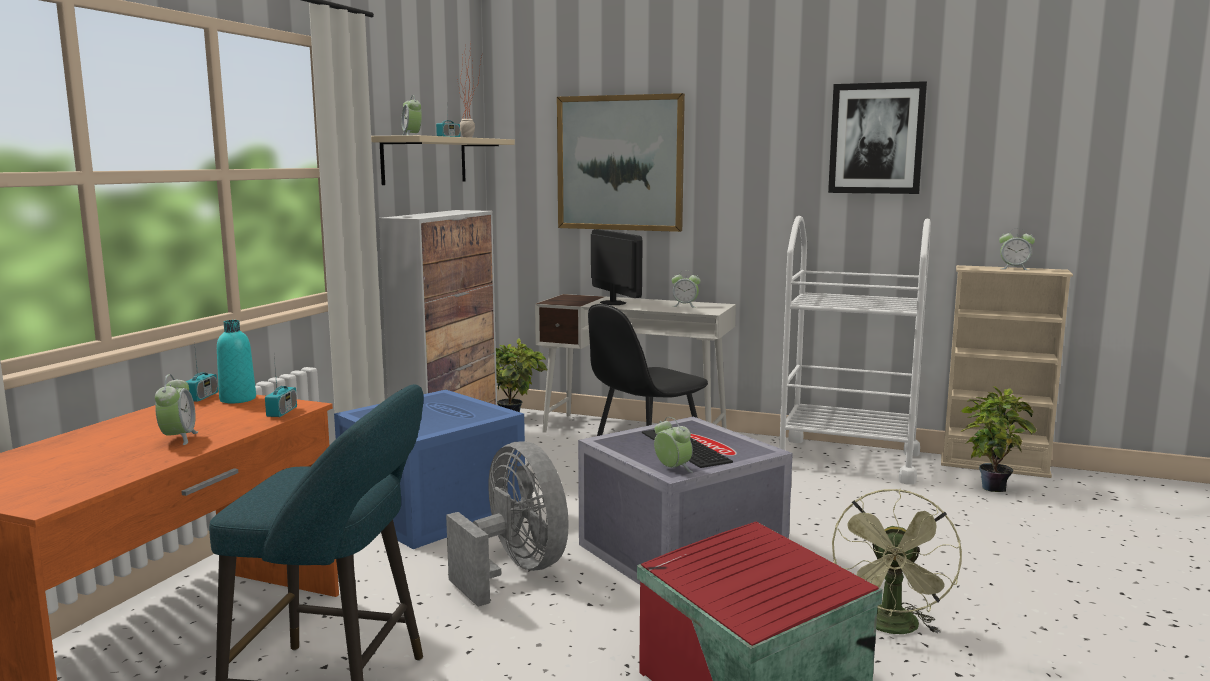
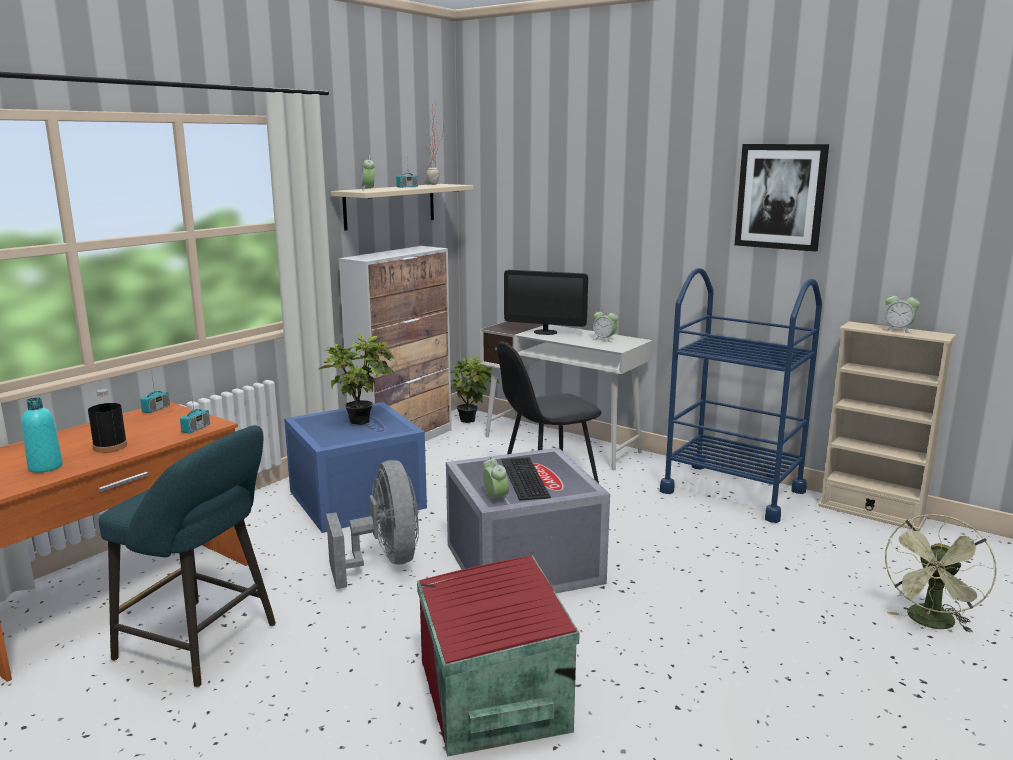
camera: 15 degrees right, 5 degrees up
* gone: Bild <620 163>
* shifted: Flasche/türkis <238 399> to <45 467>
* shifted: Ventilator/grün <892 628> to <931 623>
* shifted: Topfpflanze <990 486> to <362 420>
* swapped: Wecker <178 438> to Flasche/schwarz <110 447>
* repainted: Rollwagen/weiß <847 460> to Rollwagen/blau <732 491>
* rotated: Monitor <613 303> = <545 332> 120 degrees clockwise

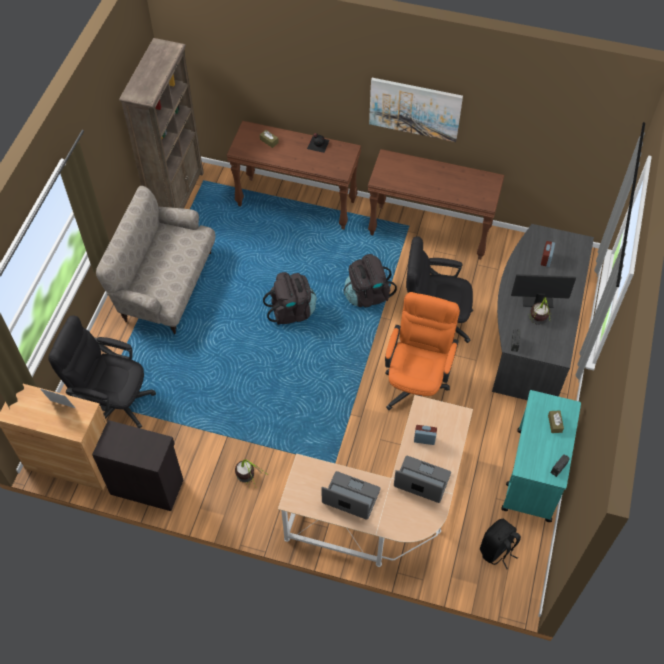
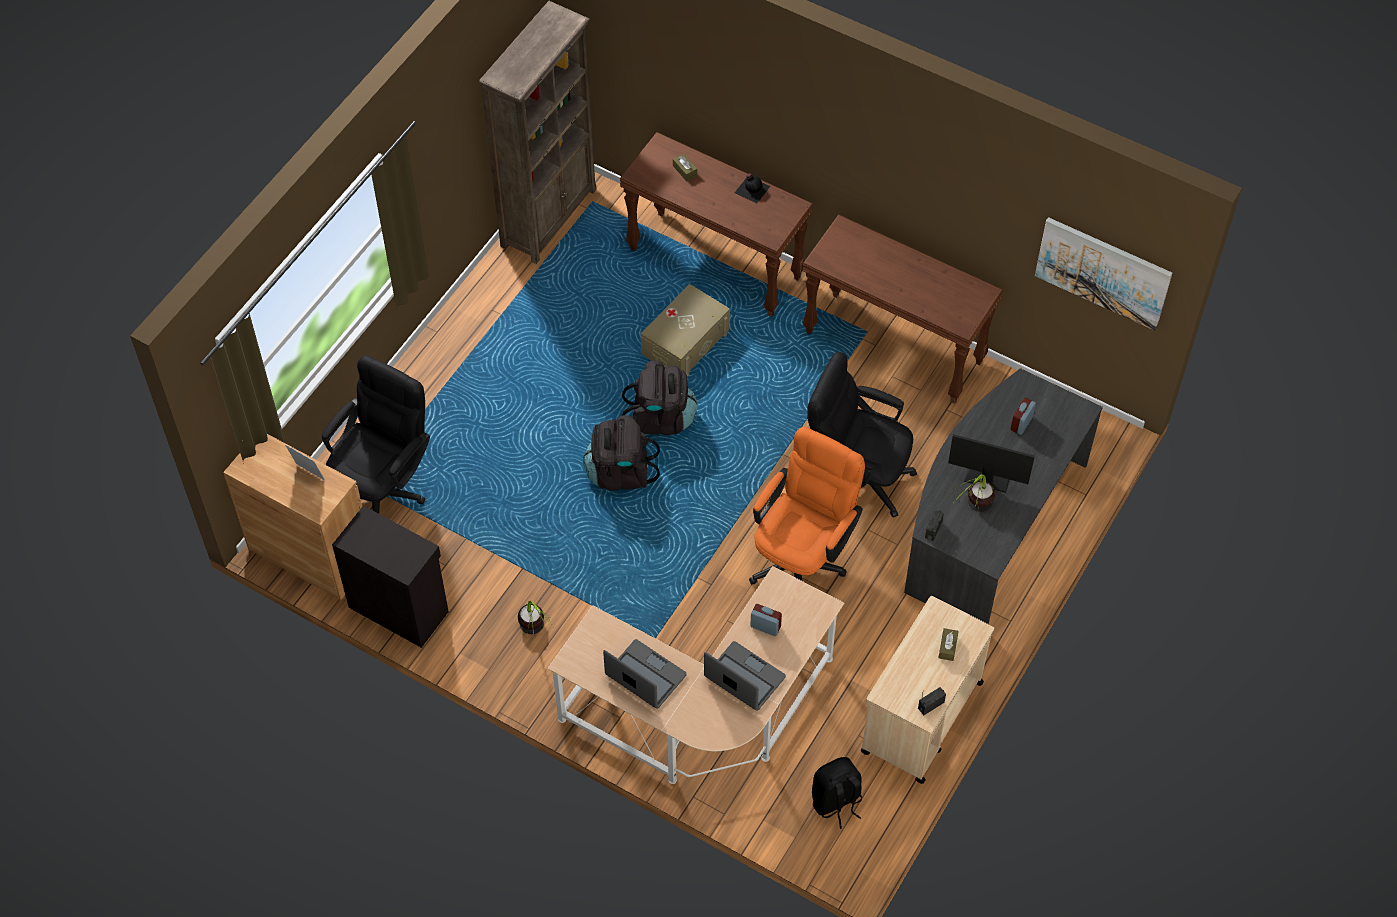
camera: 15 degrees right, 0 degrees up
* gone: Sofa/beige <166 286>
* new: Aufbewahrungsbox/beige <685 342>
* shifted: Rucksack/schwarz <367 295> to <620 473>
* shifted: Bild <415 109> to <1103 272>
* repainted: Rollwagen/türkis <533 475> to Rollwagen/beige <921 718>
* rotated: Bürostuhl/schwarz <113 401> = <384 486> 90 degrees clockwise

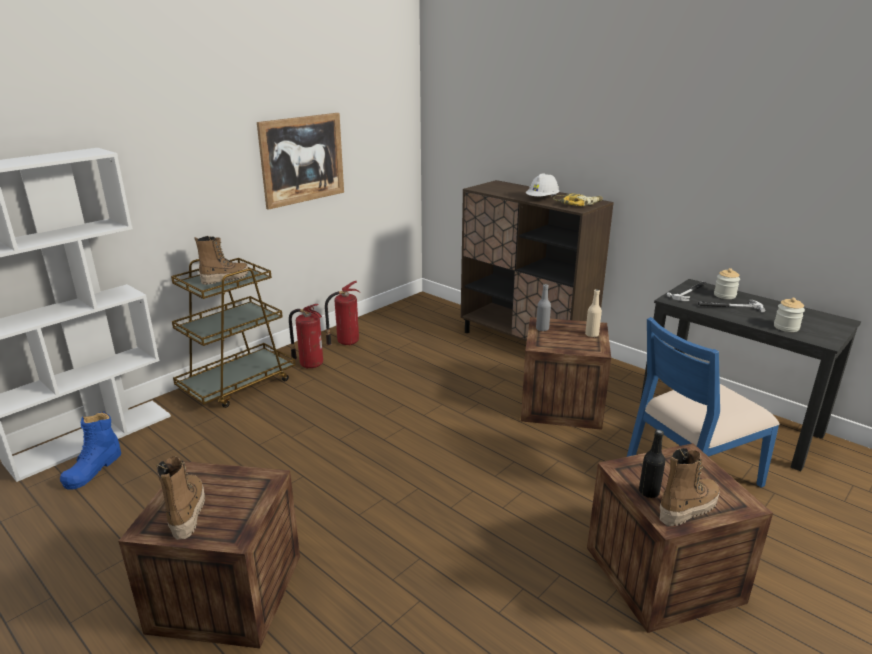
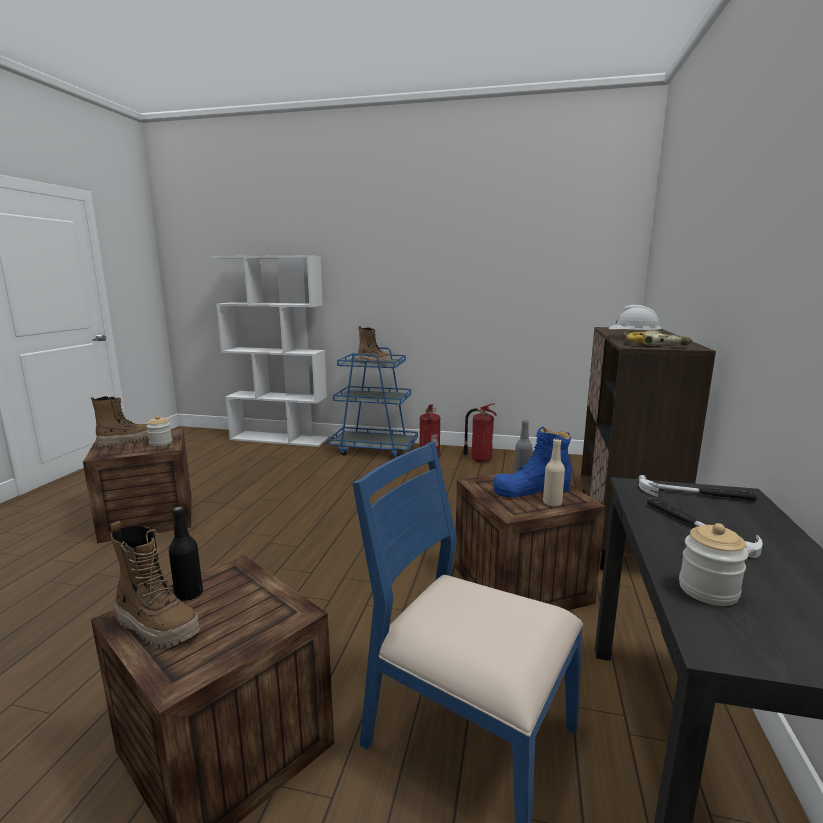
camera: 60 degrees right, 10 degrees down
* gone: Bild <302 159>
* shifted: Stiefel/blau <93 469> to <531 490>
* shifted: Vorratsglas <724 295> to <161 443>
* repainted: Rollwagen/braun <238 384> to Rollwagen/blau <374 449>

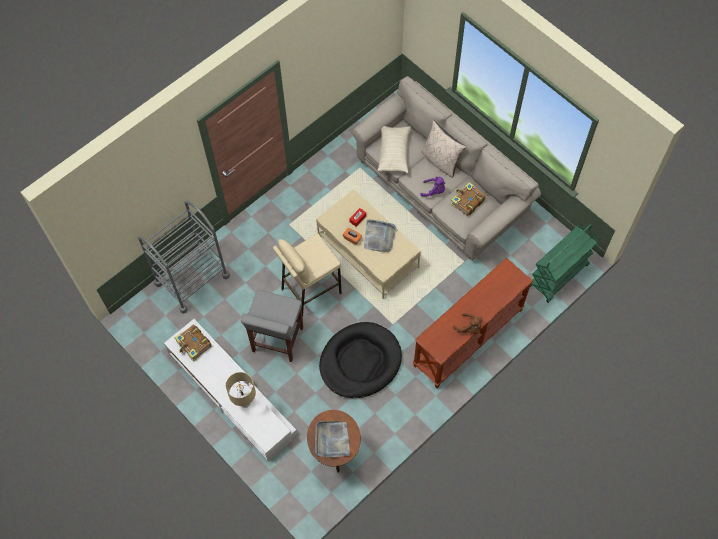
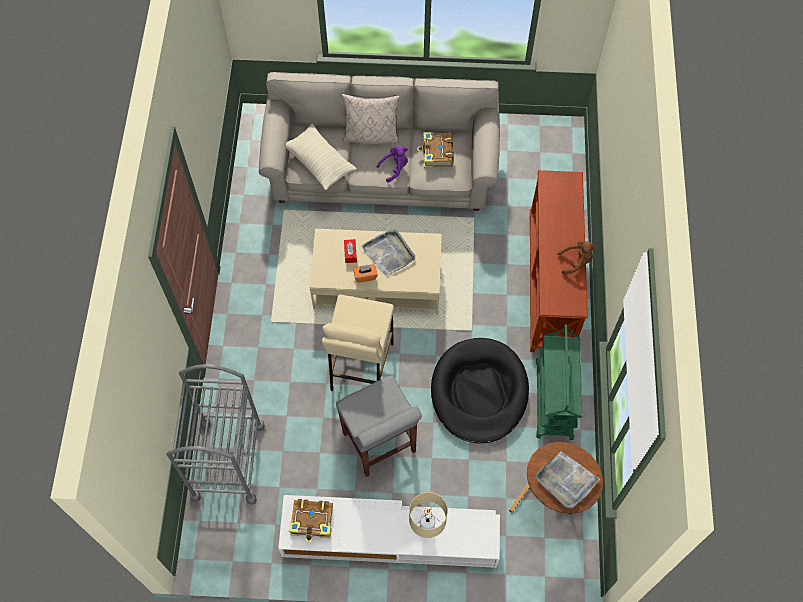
camera: 45 degrees left, 0 degrees up
* shifted: Rollwagen/grün <558 276> to <554 400>

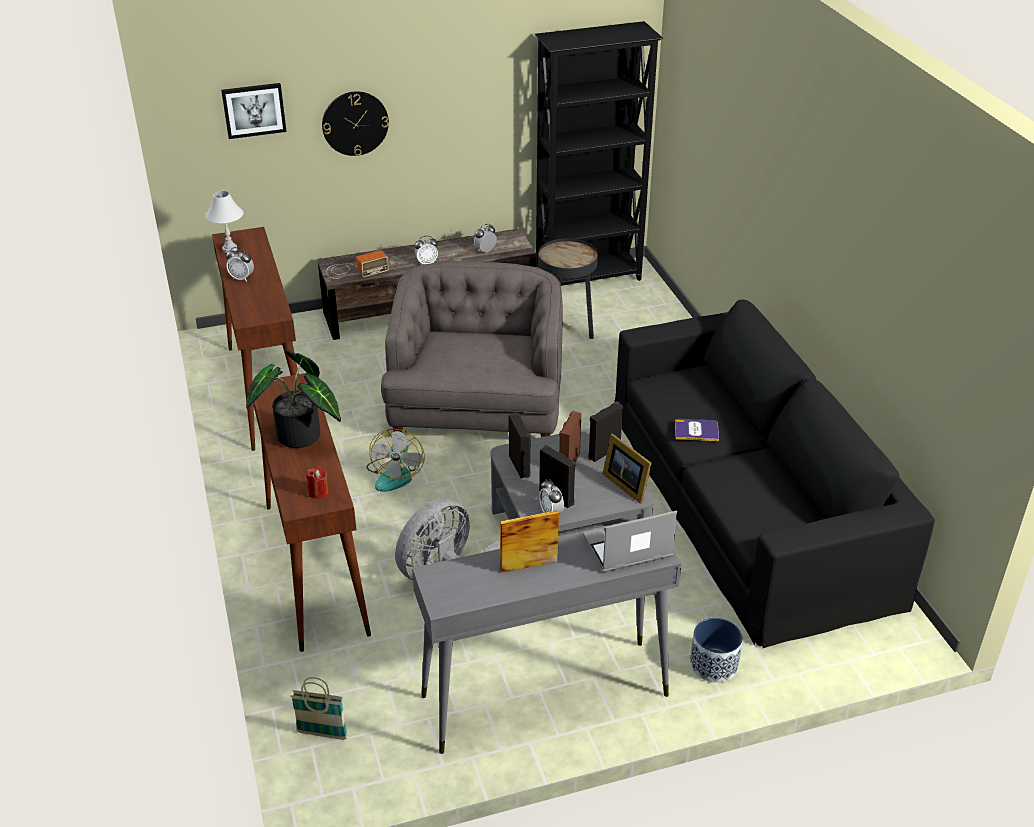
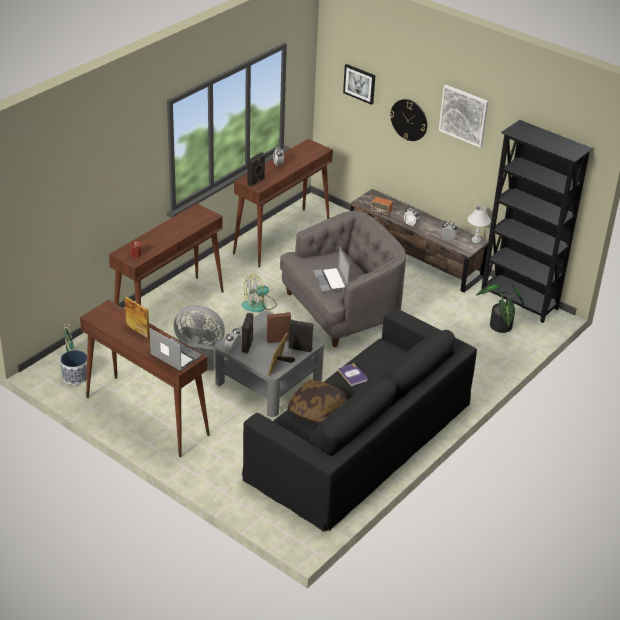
camera: 55 degrees right, 0 degrees up
* gone: Beistelltisch/schwarz <566 336>
* new: Kissen <316 409>
* new: Laptop <331 281>
* new: Bild <464 115>
* shifted: Tischlampe/weiß <230 249> to <476 240>
* shifted: Topfpflanze <300 439> to <499 328>
* shifted: Lautsprecher/schwarz <520 466> to <256 182>
* shifted: Pflanzkübel <713 664> to <75 376>
* repainted: Konsolentisch/grau <543 696> to Konsolentisch/braun <146 415>

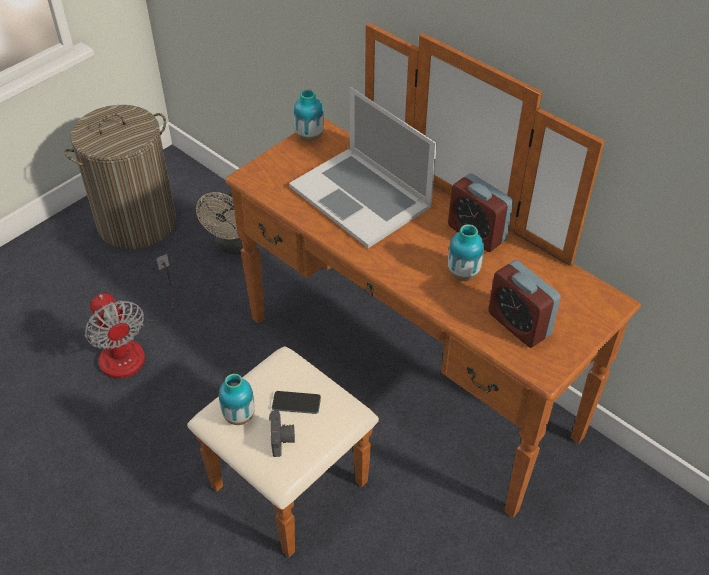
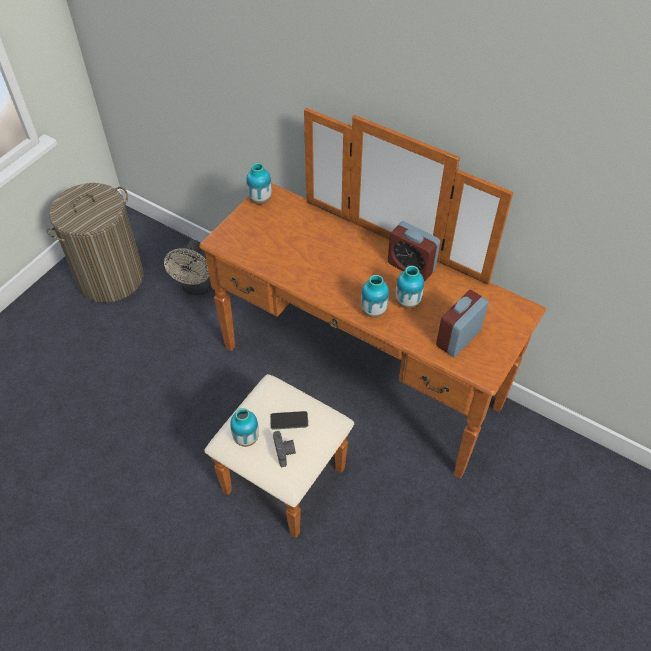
camera: 10 degrees left, 5 degrees up
* gone: Ventilator <131 347>
* gone: Laptop <360 196>
* new: Vase <373 311>
* rotated: Wecker <519 324> = <458 338> 90 degrees clockwise

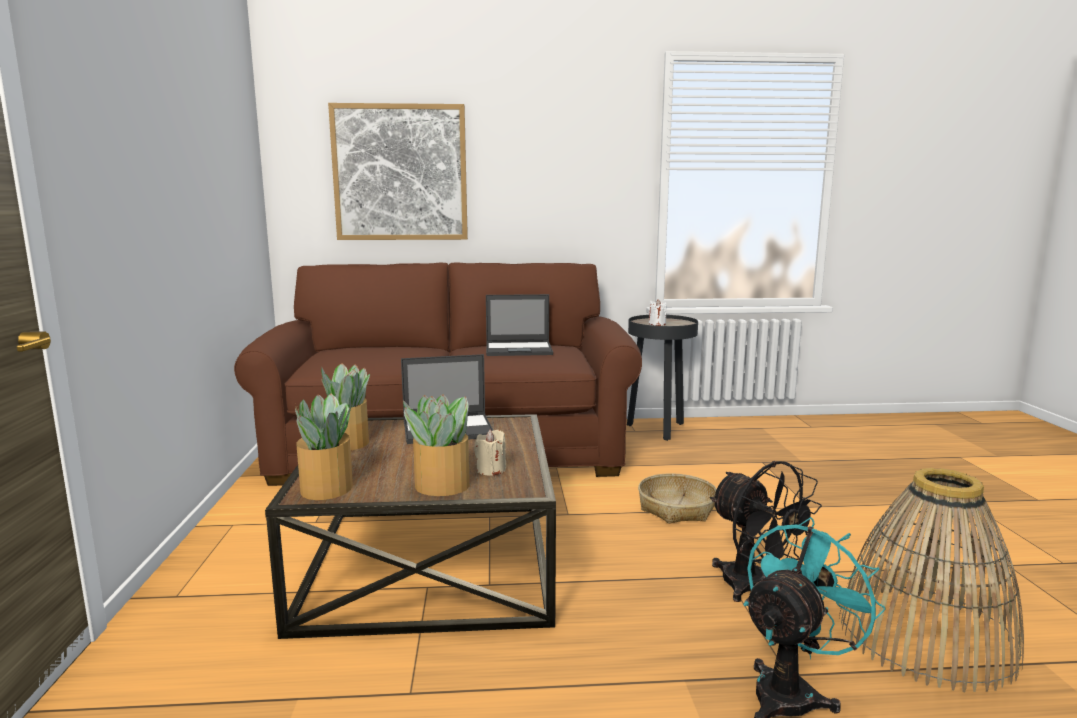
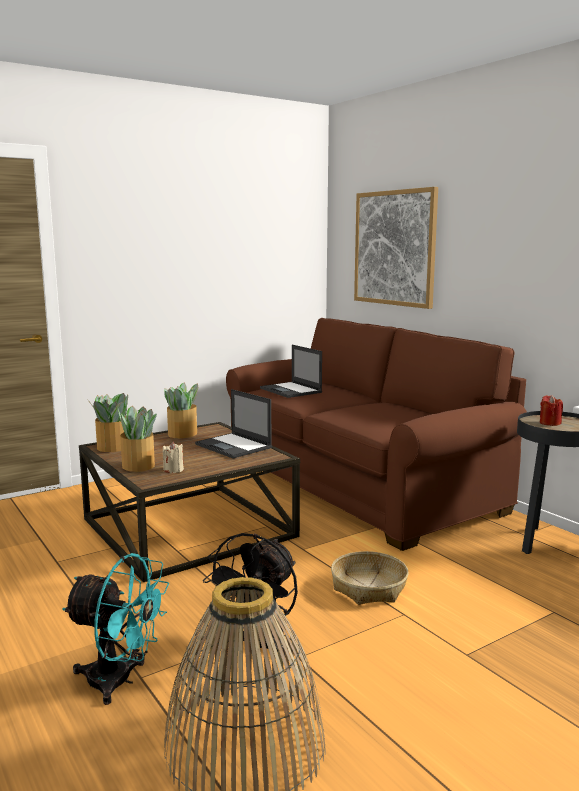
camera: 60 degrees right, 0 degrees up
* shifted: Laptop <519 349> to <291 390>
* repainted: Kerze/weiß <657 324> to Kerze/rot <550 423>

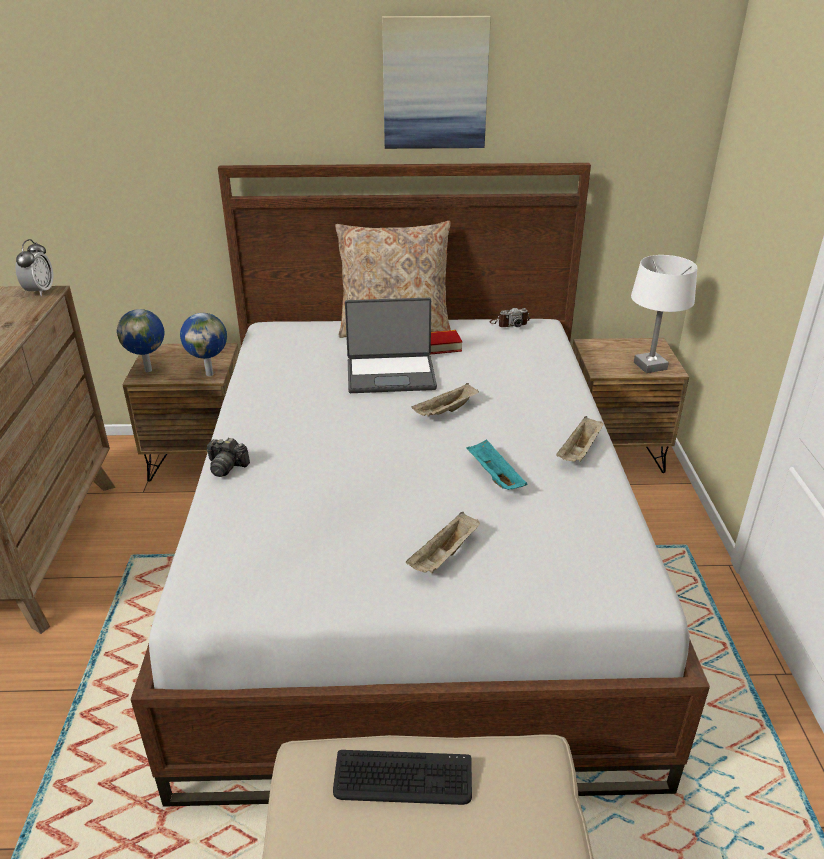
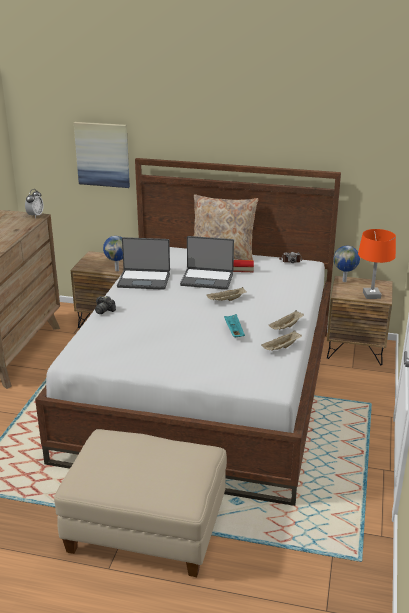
camera: 15 degrees right, 5 degrees down
* gone: Tastatur <403 779>
* new: Laptop <144 280>
* shifted: Globus <149 370> to <344 281>
* shifted: Bild <435 83> to <102 154>
* shifted: Tablett/beige <444 556> to <281 348>
* repainted: Tischlampe/weiß <650 366> to Tischlampe/orange <371 295>

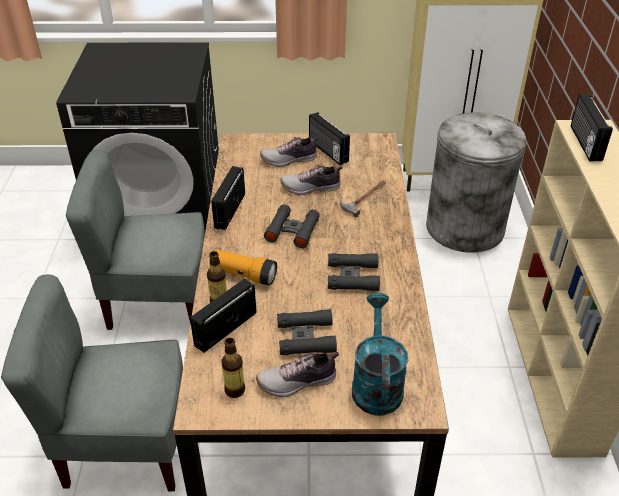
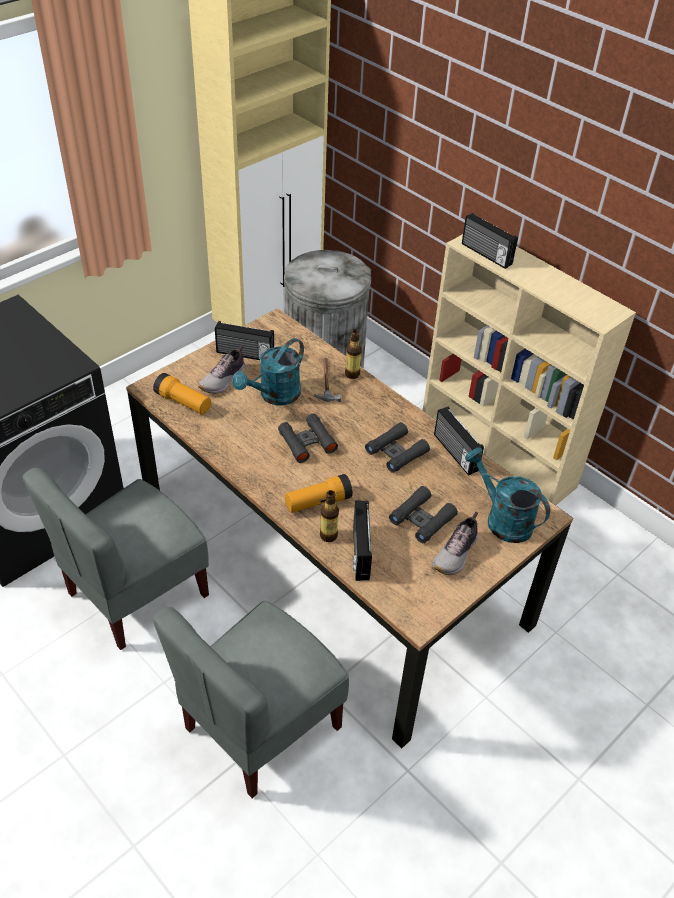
camera: 45 degrees left, 5 degrees up
* new: Taschenlampe <183 402>
* shifted: Radio <229 210> to <454 453>
* shifted: Flasche <234 390> to <352 374>
* swapped: Schuh <311 188> to Gießkanne/türkis <274 396>

